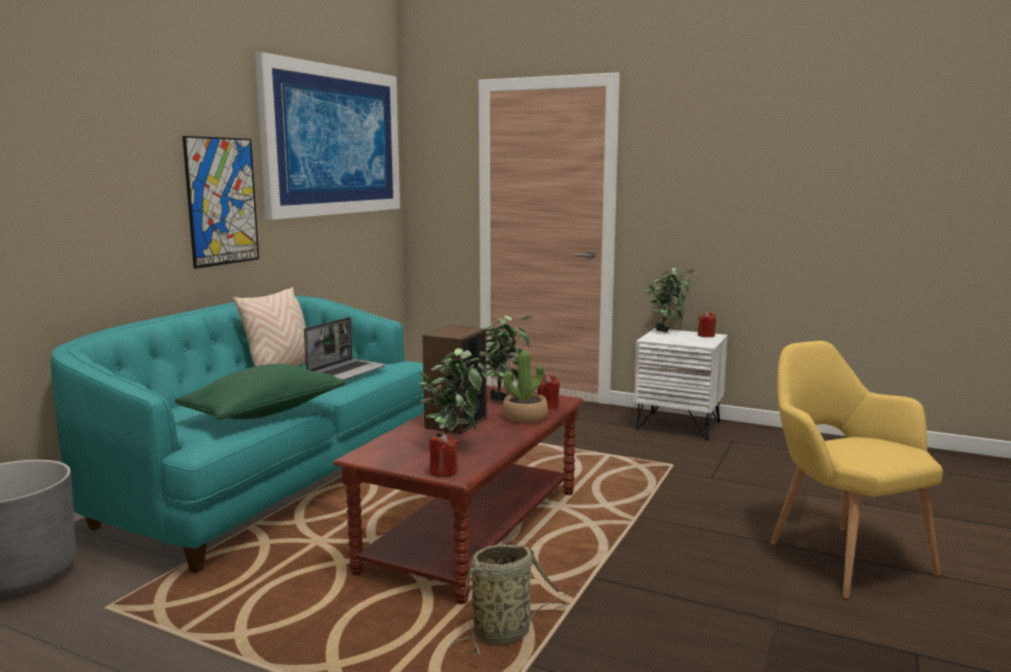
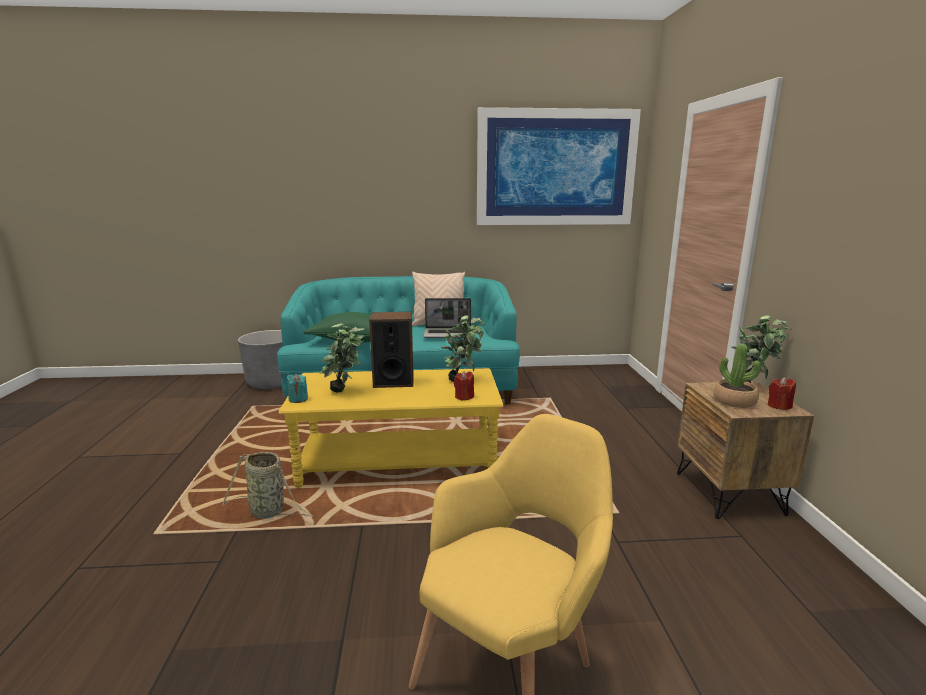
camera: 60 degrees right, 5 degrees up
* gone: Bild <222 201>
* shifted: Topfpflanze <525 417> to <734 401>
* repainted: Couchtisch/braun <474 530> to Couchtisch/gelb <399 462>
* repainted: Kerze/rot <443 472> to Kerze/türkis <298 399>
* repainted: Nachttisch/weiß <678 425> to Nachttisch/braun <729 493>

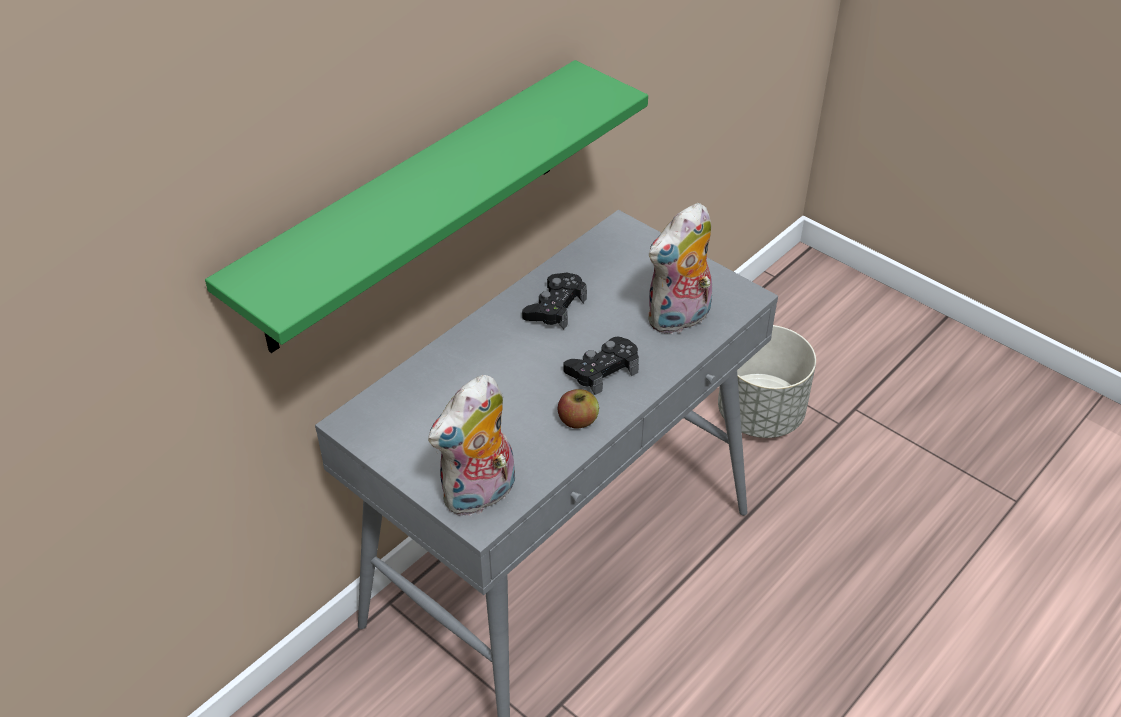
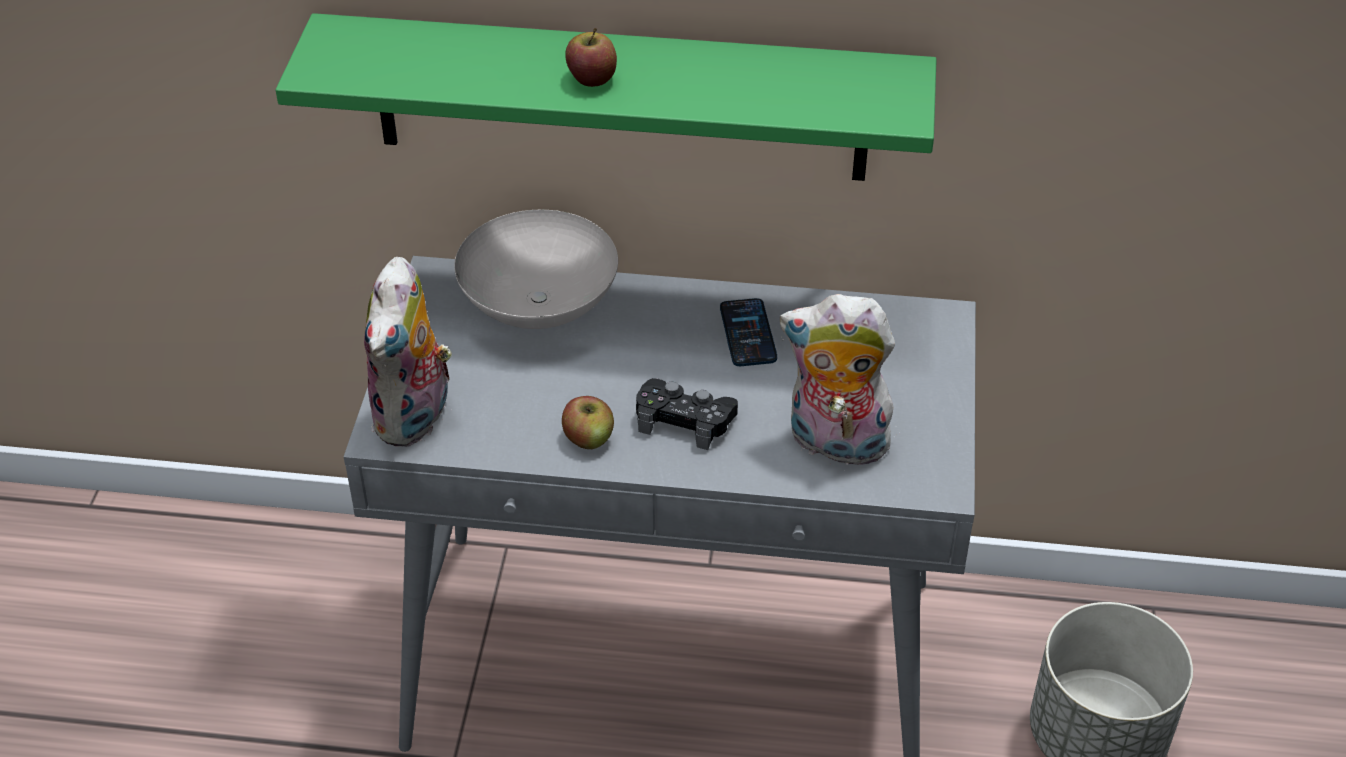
camera: 55 degrees right, 0 degrees up
* new: Schüssel/weiß <537 306>
* new: Apfel <592 78>
* swapped: Gamepad/schwarz <555 307> to Handy <748 333>
* rotated: Plüschtier <480 496> = <416 418> 90 degrees counterclockwise

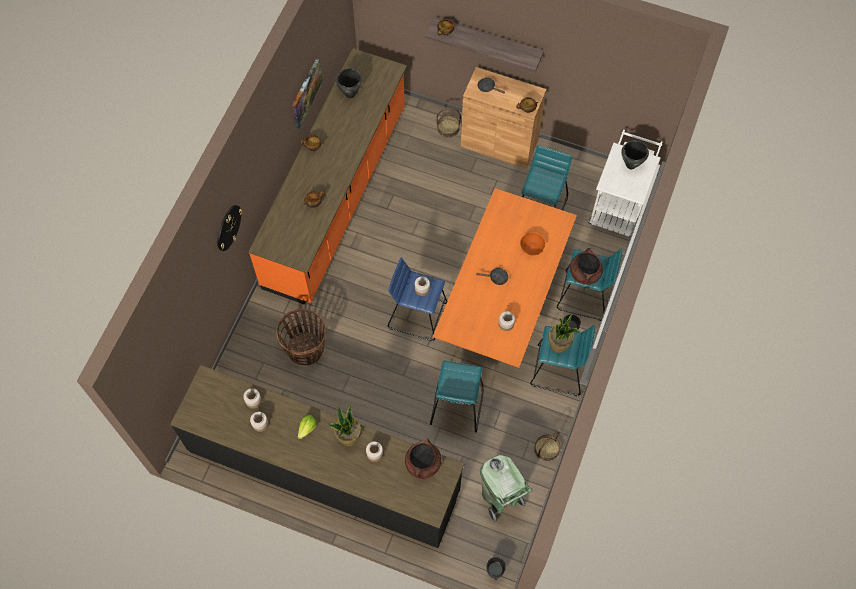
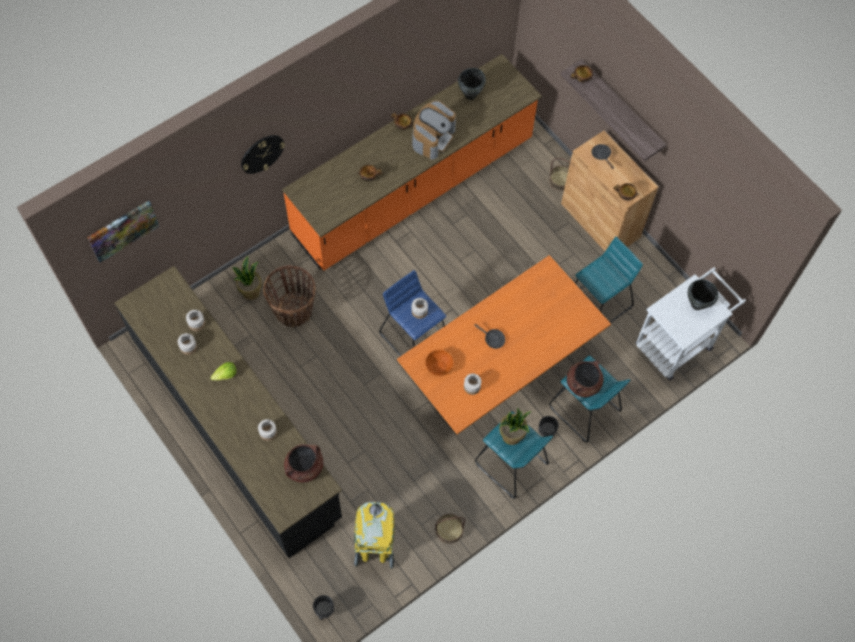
camera: 30 degrees right, 0 degrees up
* gone: Hocker/türkis <456 406>
* new: Kaffeemaschine <433 137>
* shifted: Bild <306 93> to <123 230>
* shifted: Topfpflanze <348 437> to <251 292>
* shifted: Schüssel/orange <531 247> to <439 366>
* repainted: Mülleimer/grün <500 498> to Mülleimer/gelb <375 548>

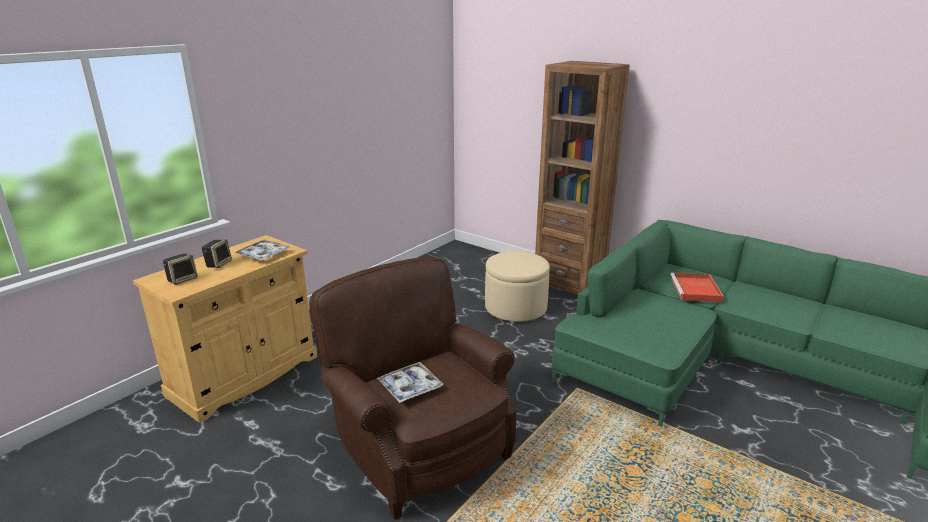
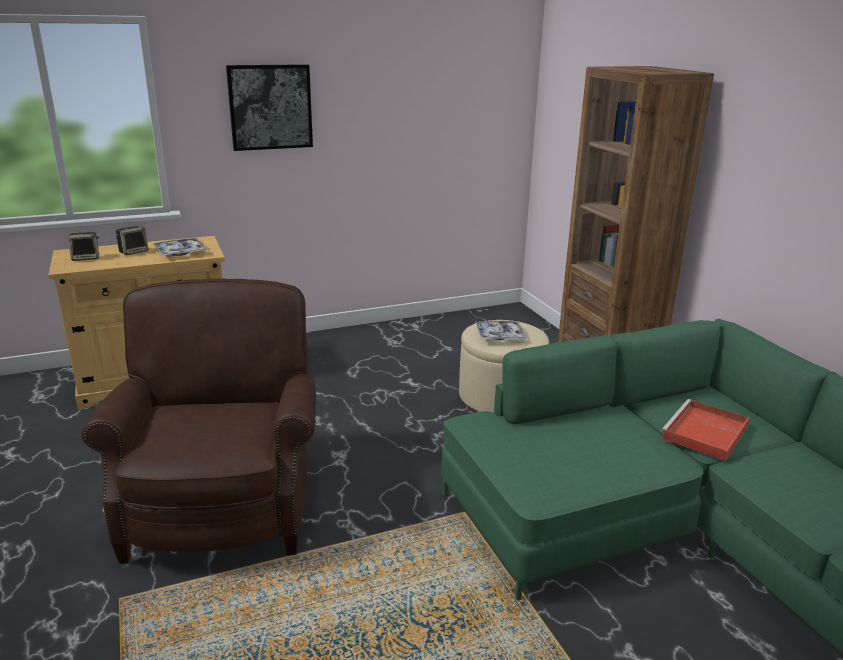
camera: 30 degrees right, 0 degrees up
* new: Bild <270 107>
* shifted: Tablett <410 387> to <499 335>

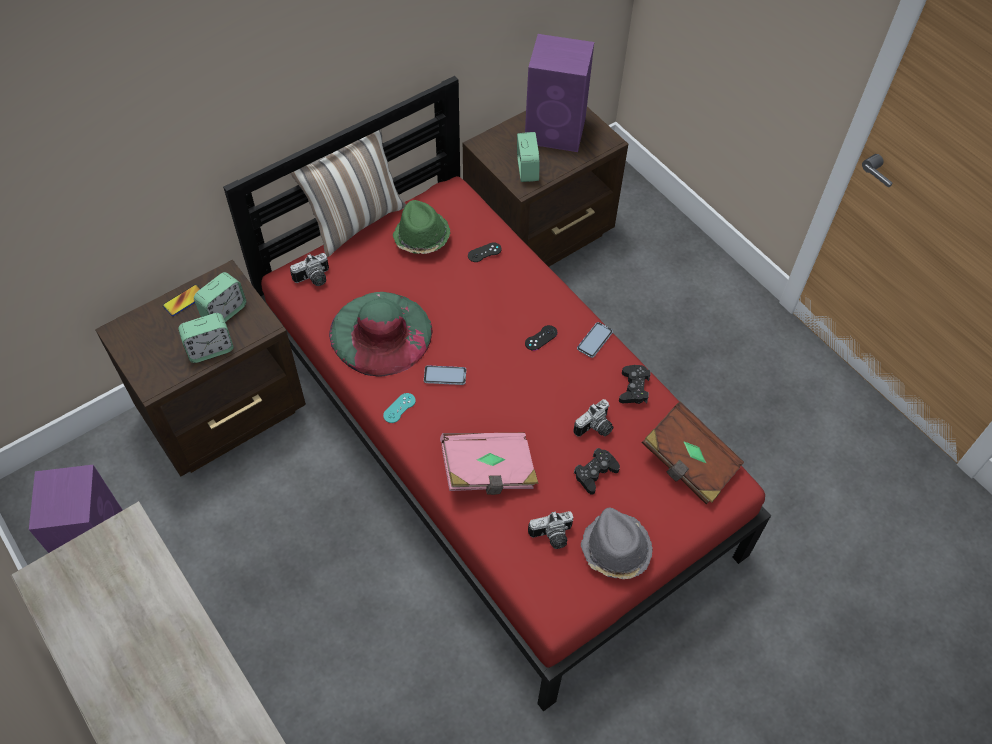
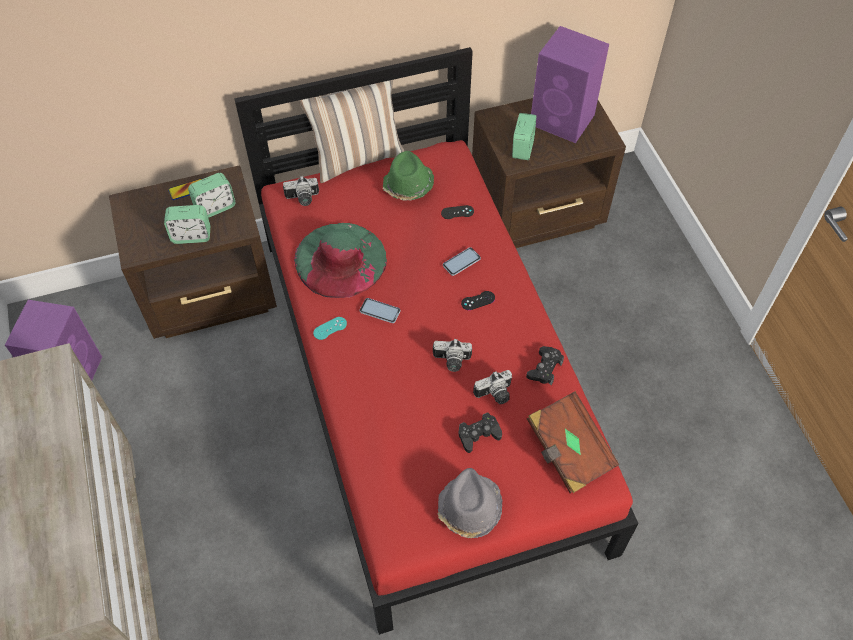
camera: 20 degrees right, 0 degrees up
* gone: Buch/rosa <488 472>
* shifted: Kamera <552 537> to <451 361>
* shifted: Handy <594 340> to <461 262>

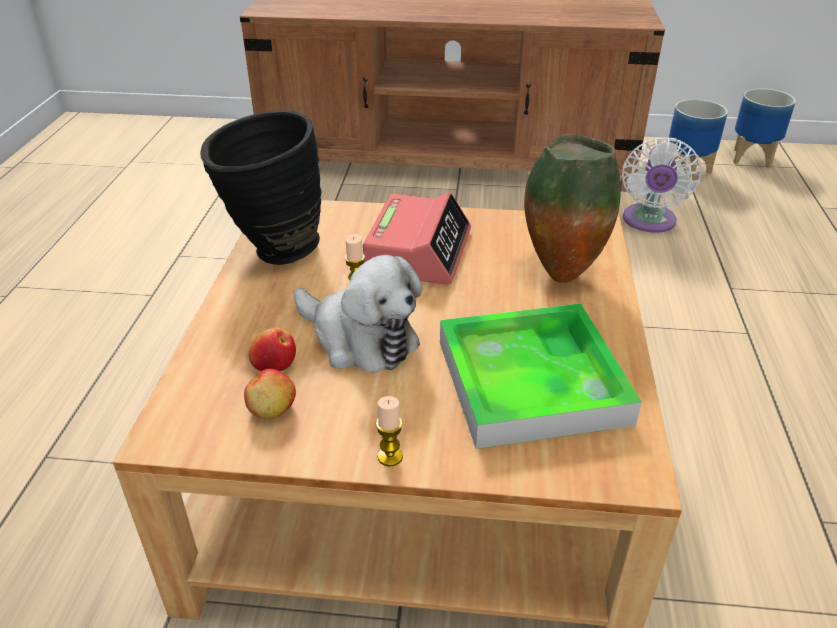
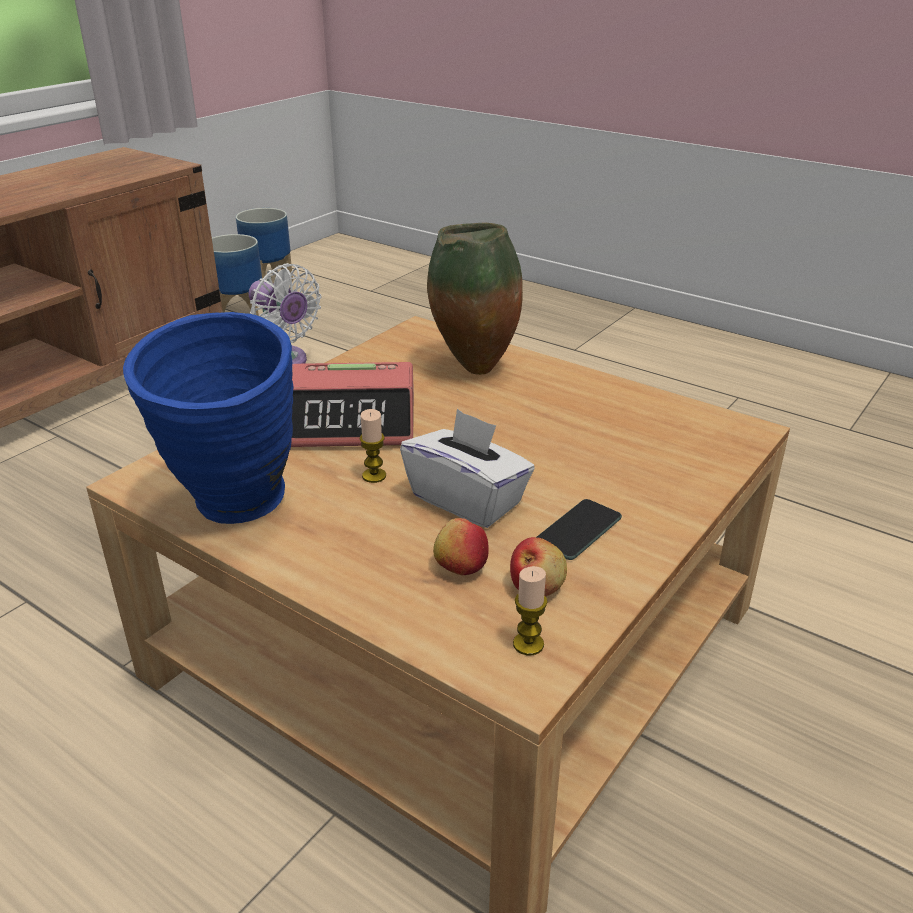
camera: 60 degrees left, 5 degrees down
* gone: Tablett <531 381>
* new: Handy <578 530>
* shifted: Kerze <390 456> to <528 644>
* swapped: Plüschtier <360 339> to Taschentuchbox/weiß <467 500>
* repainted: Vase/schwarz <272 253> to Vase/blau <235 511>
* rotated: Wecker <418 252> = <352 422> 135 degrees clockwise

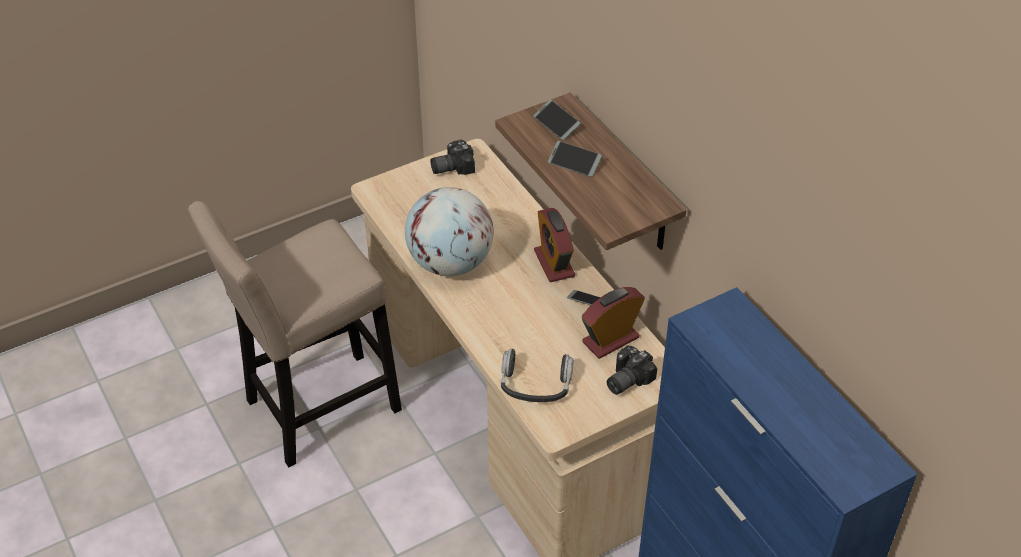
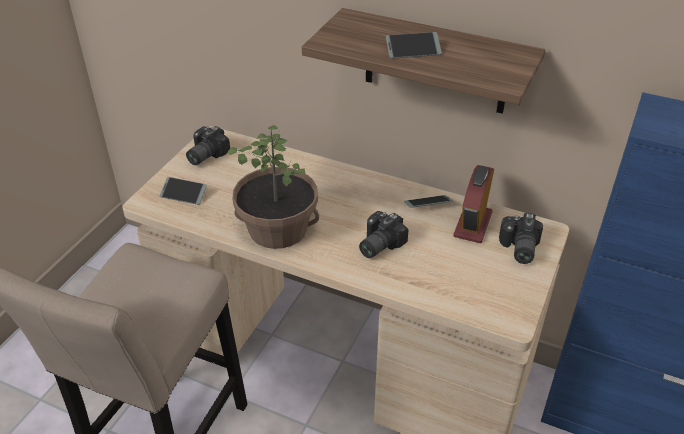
camera: 35 degrees left, 5 degrees down
* gone: Kopfhörer <535 384>
* gone: Wecker <554 263>
* new: Kamera <377 244>
* shifted: Handy <556 124> to <184 194>
* swapped: Globus <450 263> to Topfpflanze <278 228>

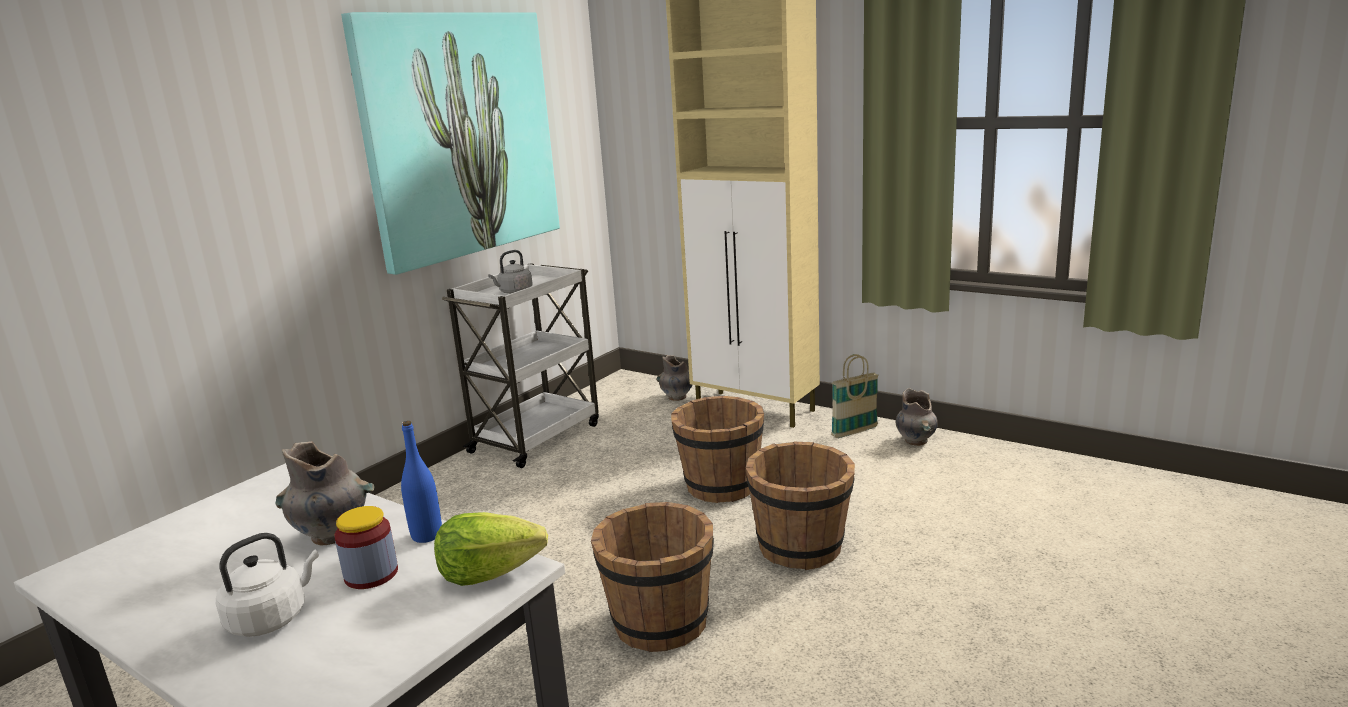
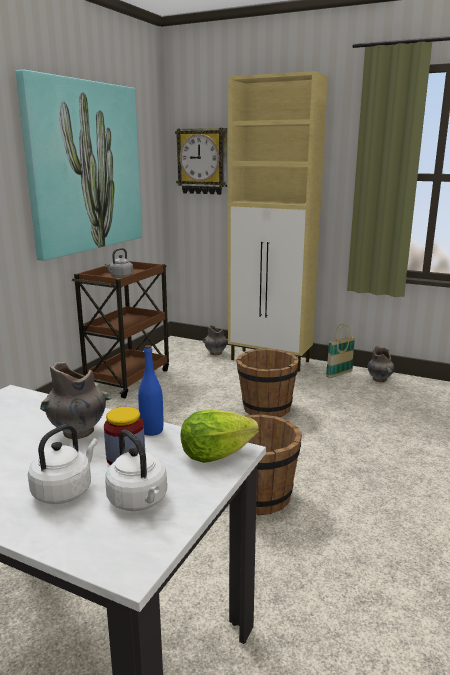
camera: 10 degrees left, 0 degrees up
* gone: Eimer/braun <801 548>
* new: Wasserkessel/weiß <139 501>
* new: Wanduhr <203 161>
* repainted: Rollwagen/weiß <537 437> to Rollwagen/braun <128 378>

